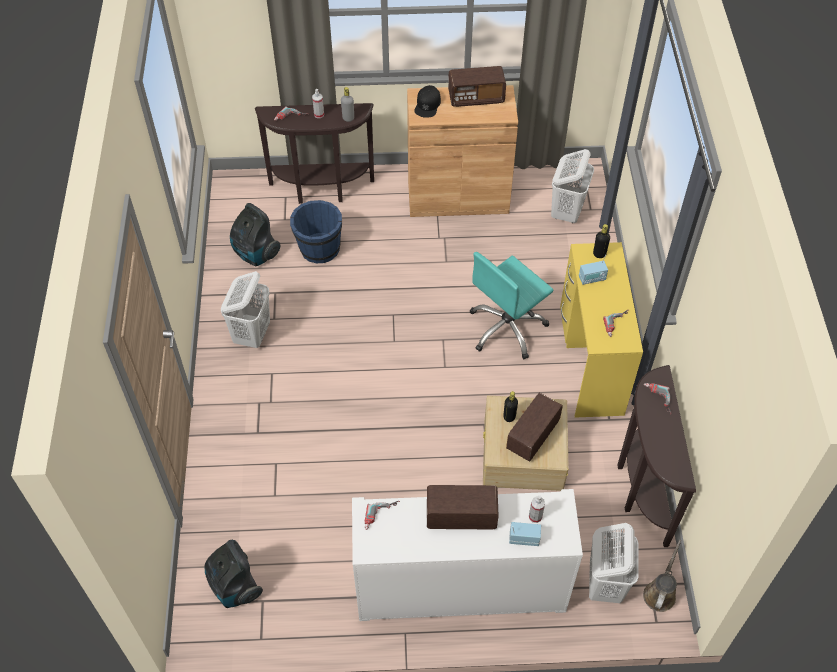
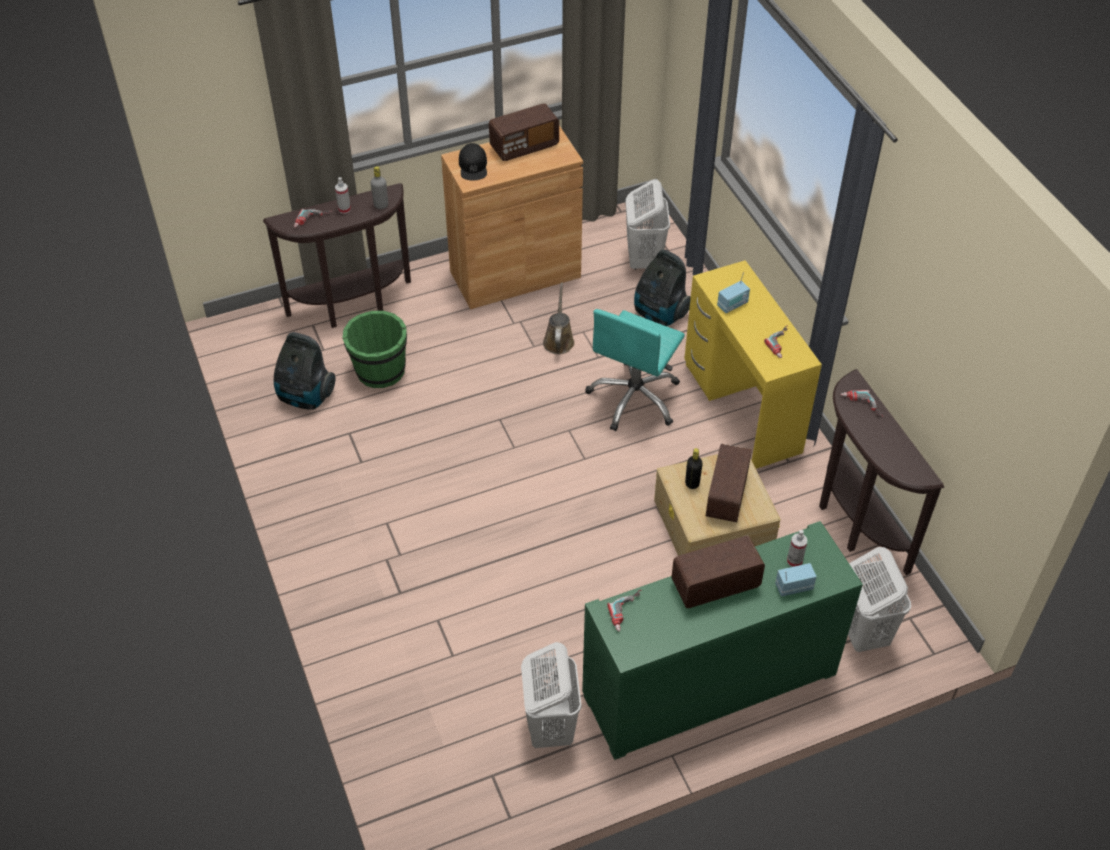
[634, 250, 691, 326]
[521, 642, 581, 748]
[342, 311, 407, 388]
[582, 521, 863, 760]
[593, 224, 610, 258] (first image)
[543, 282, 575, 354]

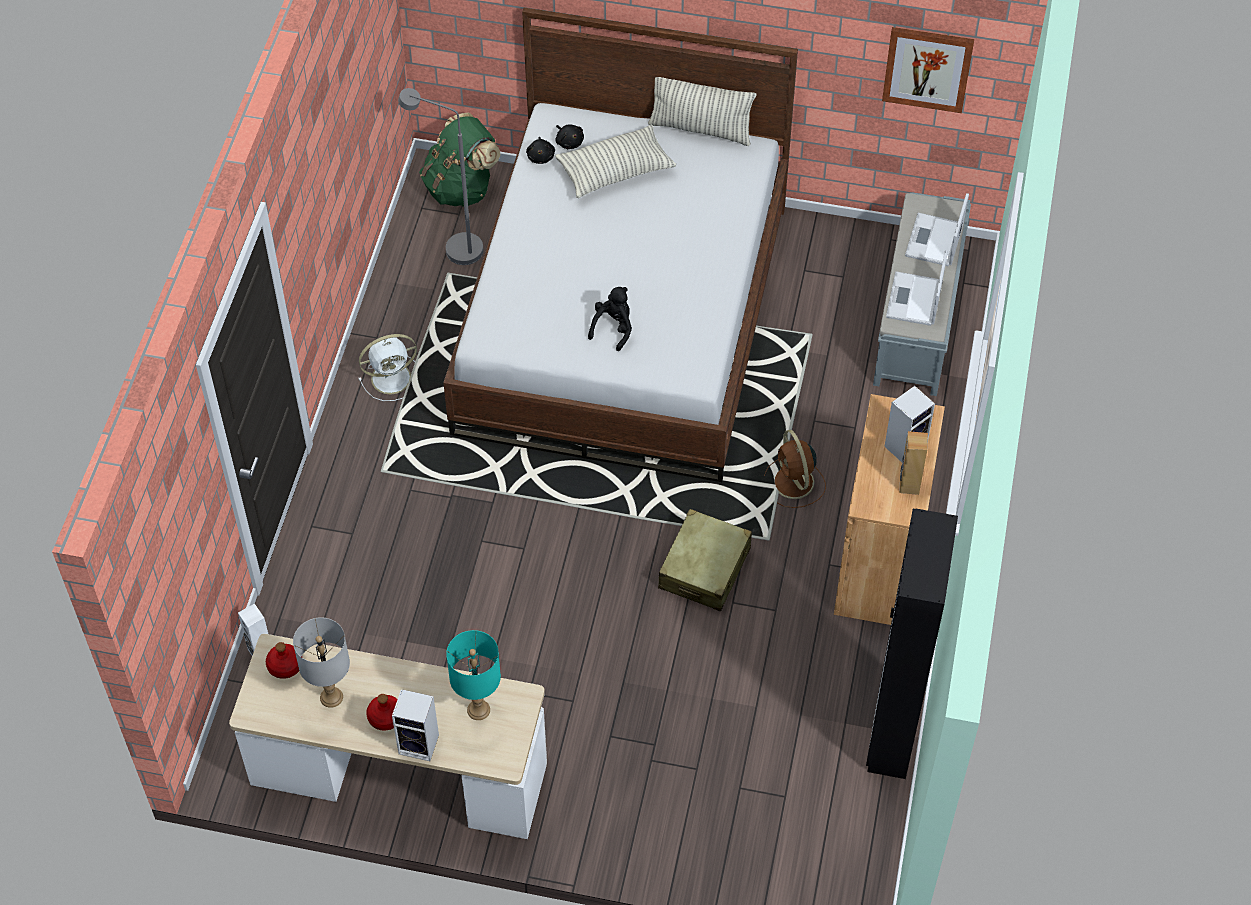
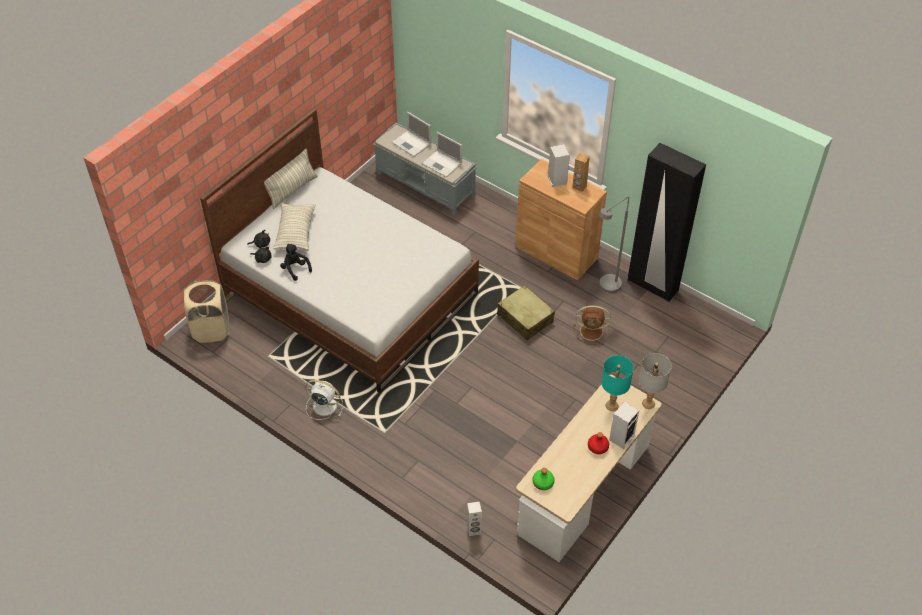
[533, 468, 555, 490]
[639, 353, 672, 409]
[305, 380, 343, 420]
[599, 197, 629, 293]
[184, 280, 229, 343]
[280, 244, 312, 281]
[574, 305, 611, 345]
[882, 27, 974, 113] (first image)

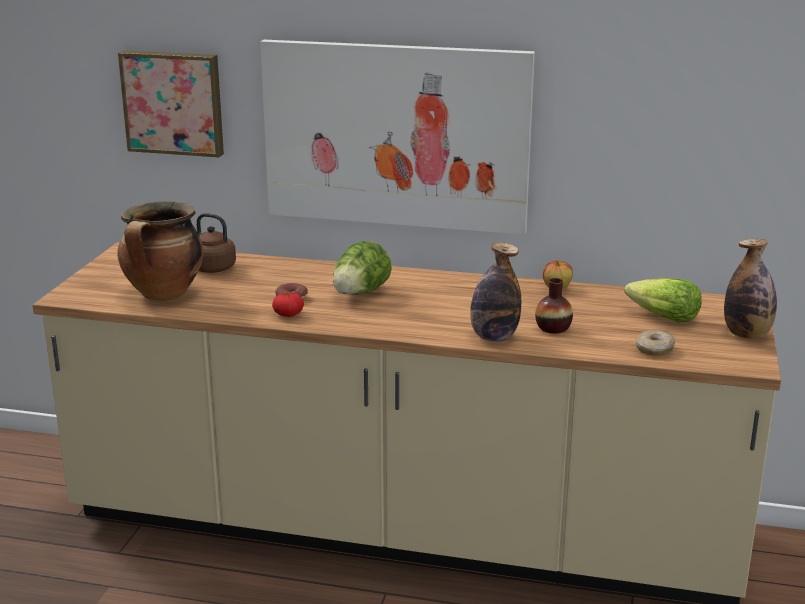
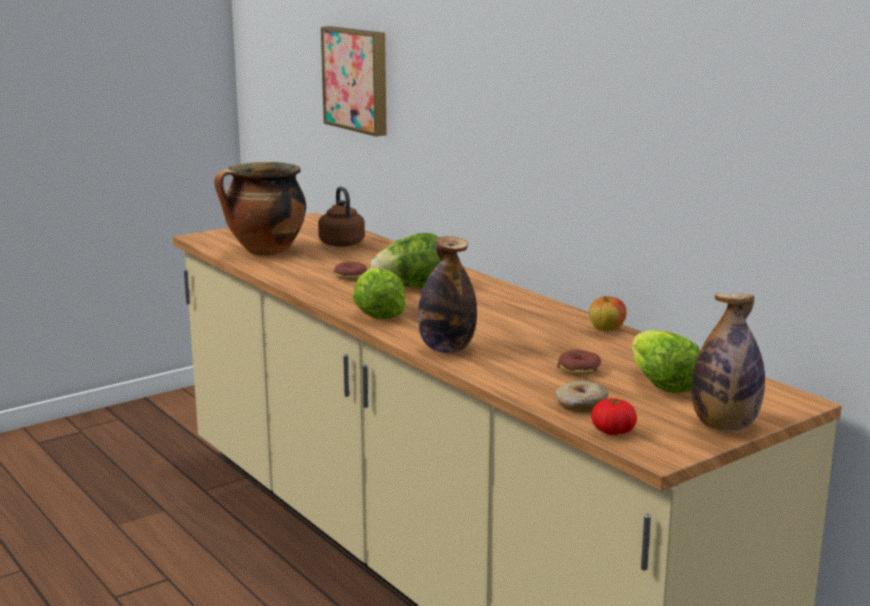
[260, 40, 535, 235] (first image)
[591, 398, 637, 435]
[535, 278, 573, 334] (first image)
[352, 268, 406, 320]
[557, 349, 601, 376]

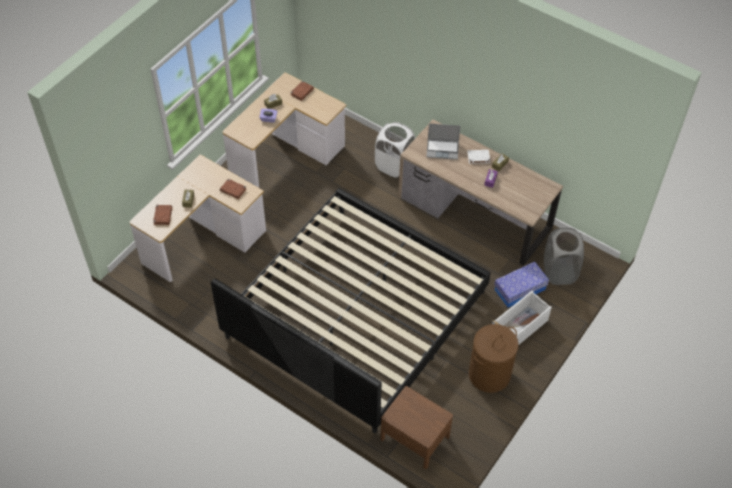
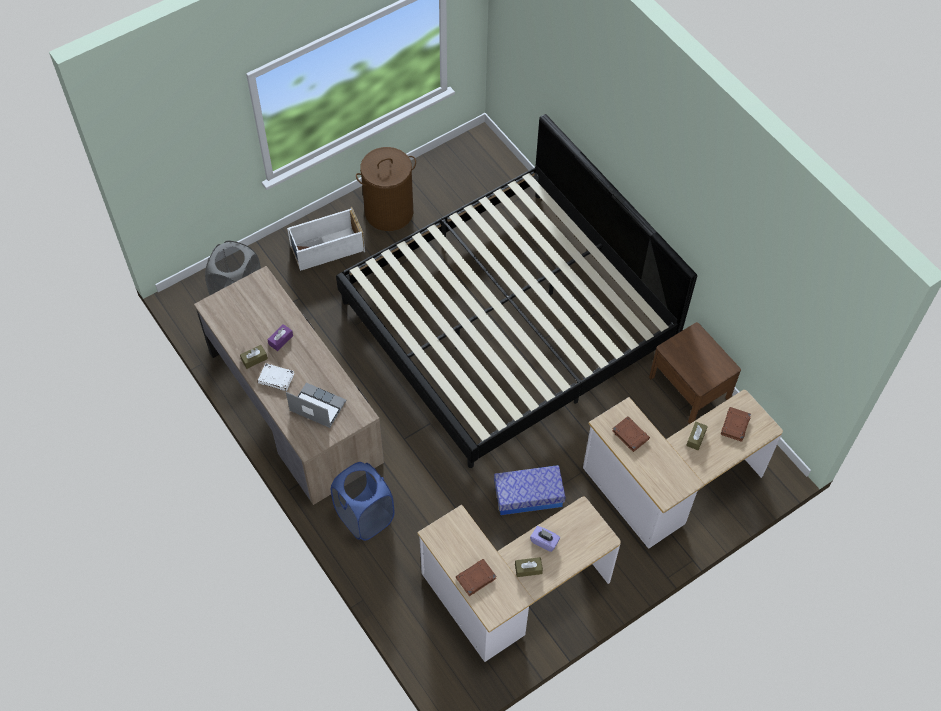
[331, 462, 395, 541]
[649, 322, 741, 424]
[494, 465, 566, 515]

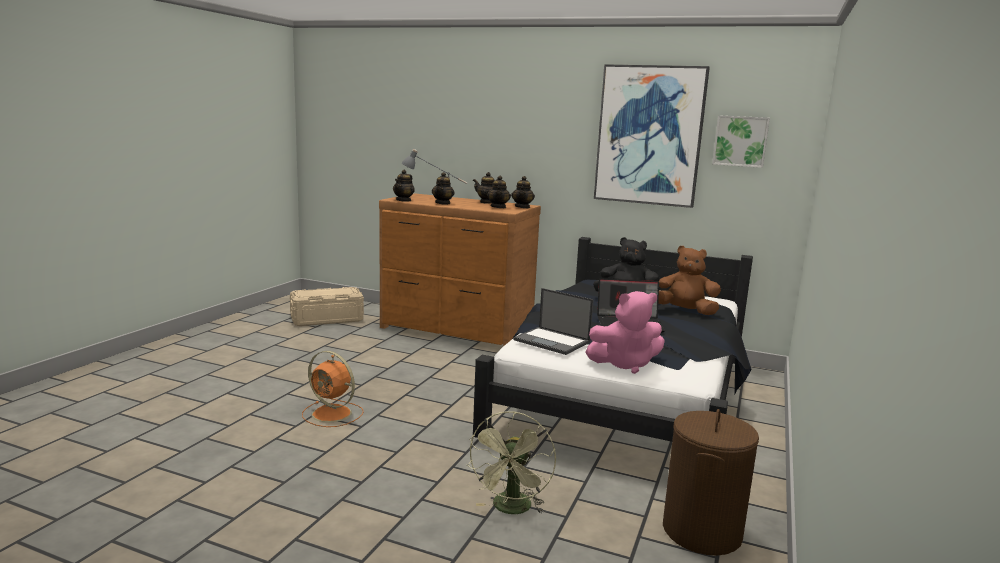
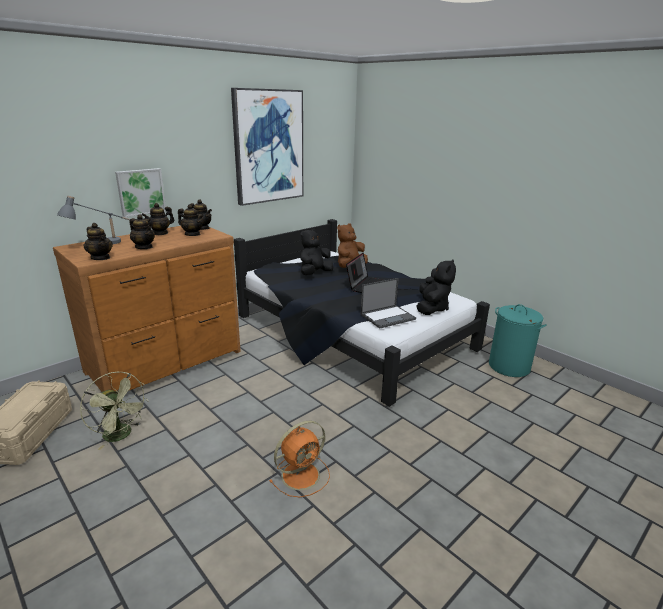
[80, 372, 148, 450]
[417, 259, 456, 315]
[489, 304, 547, 377]
[115, 168, 166, 217]

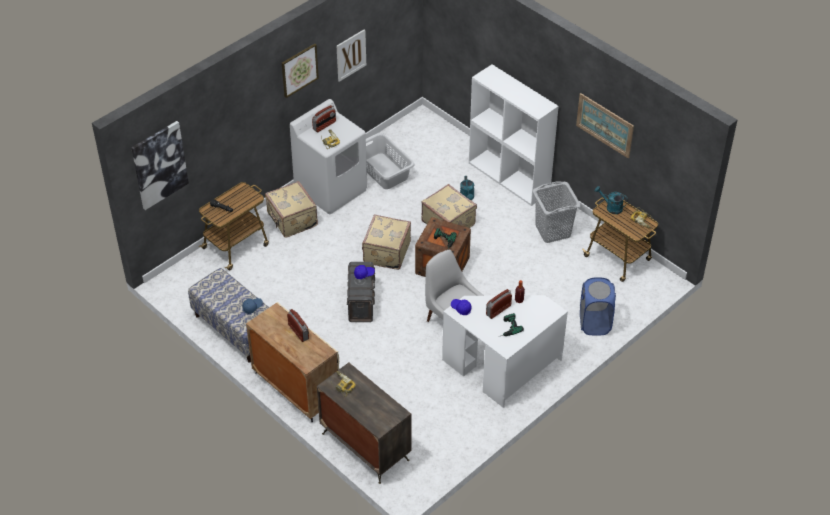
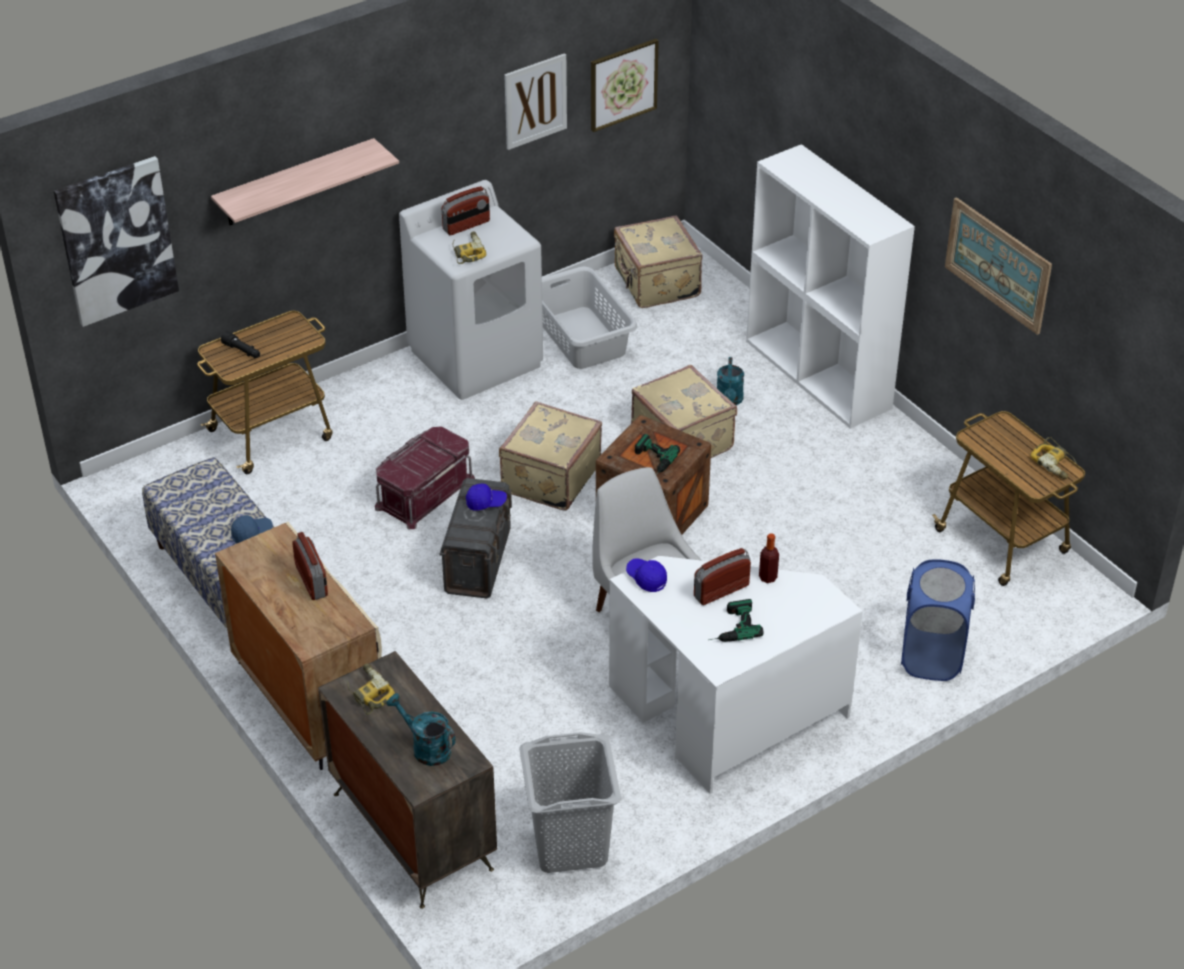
[614, 215, 702, 308]
[591, 39, 659, 132]
[519, 732, 621, 873]
[386, 693, 456, 766]
[211, 138, 399, 225]
[375, 426, 475, 529]

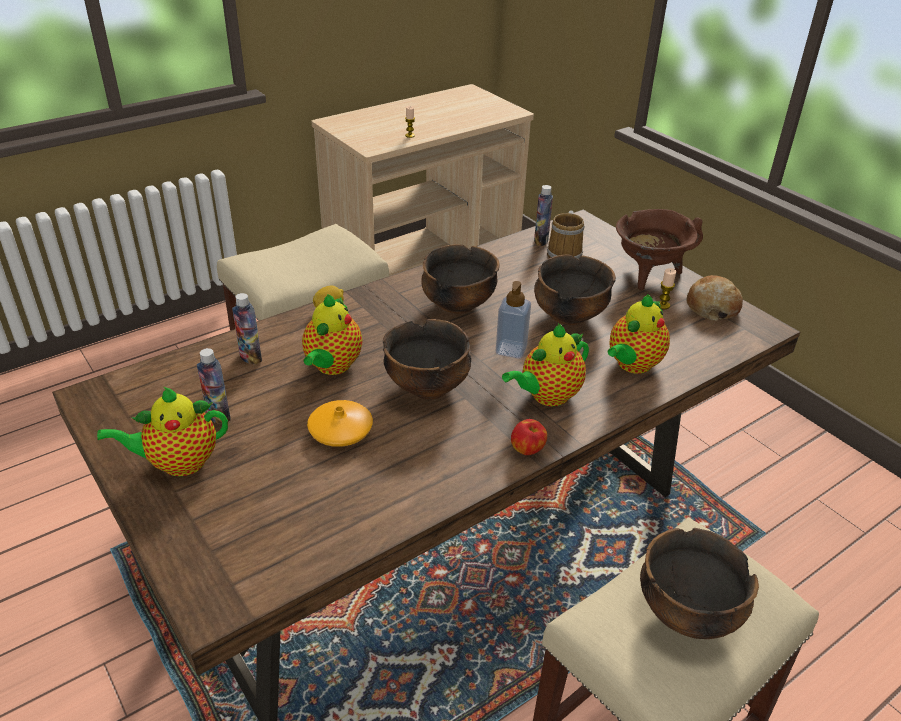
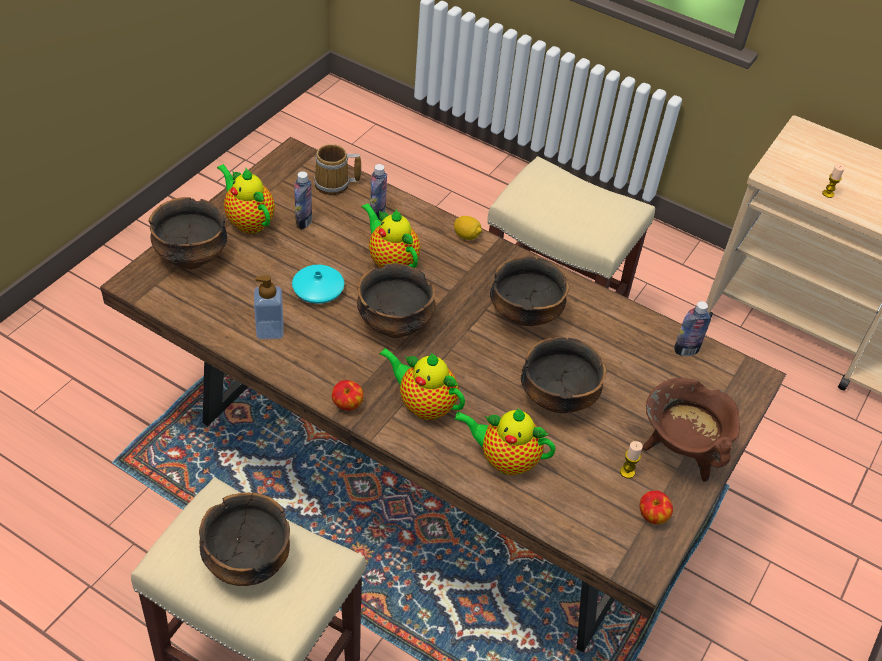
[361, 203, 420, 268]
[292, 265, 344, 304]
[254, 275, 283, 339]
[314, 144, 361, 195]
[640, 491, 673, 524]
[148, 197, 227, 269]

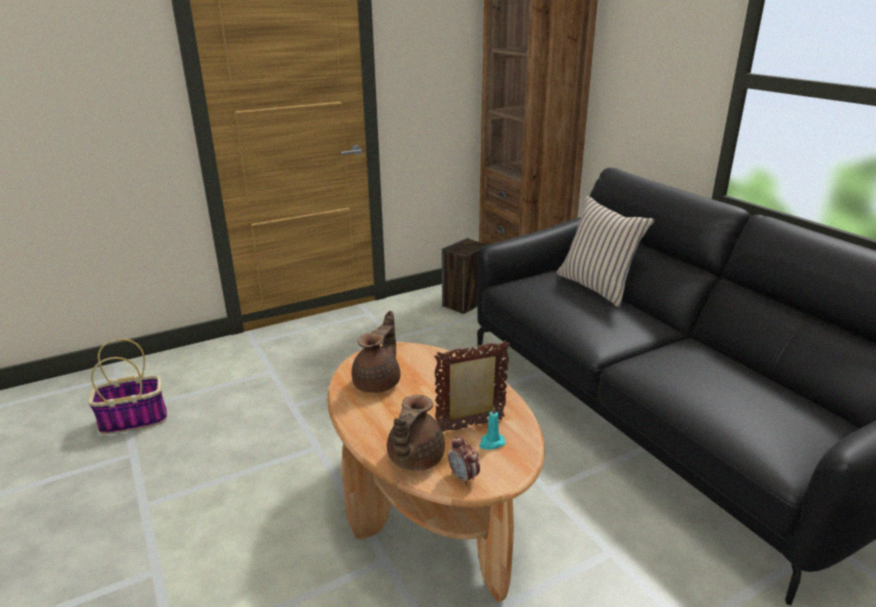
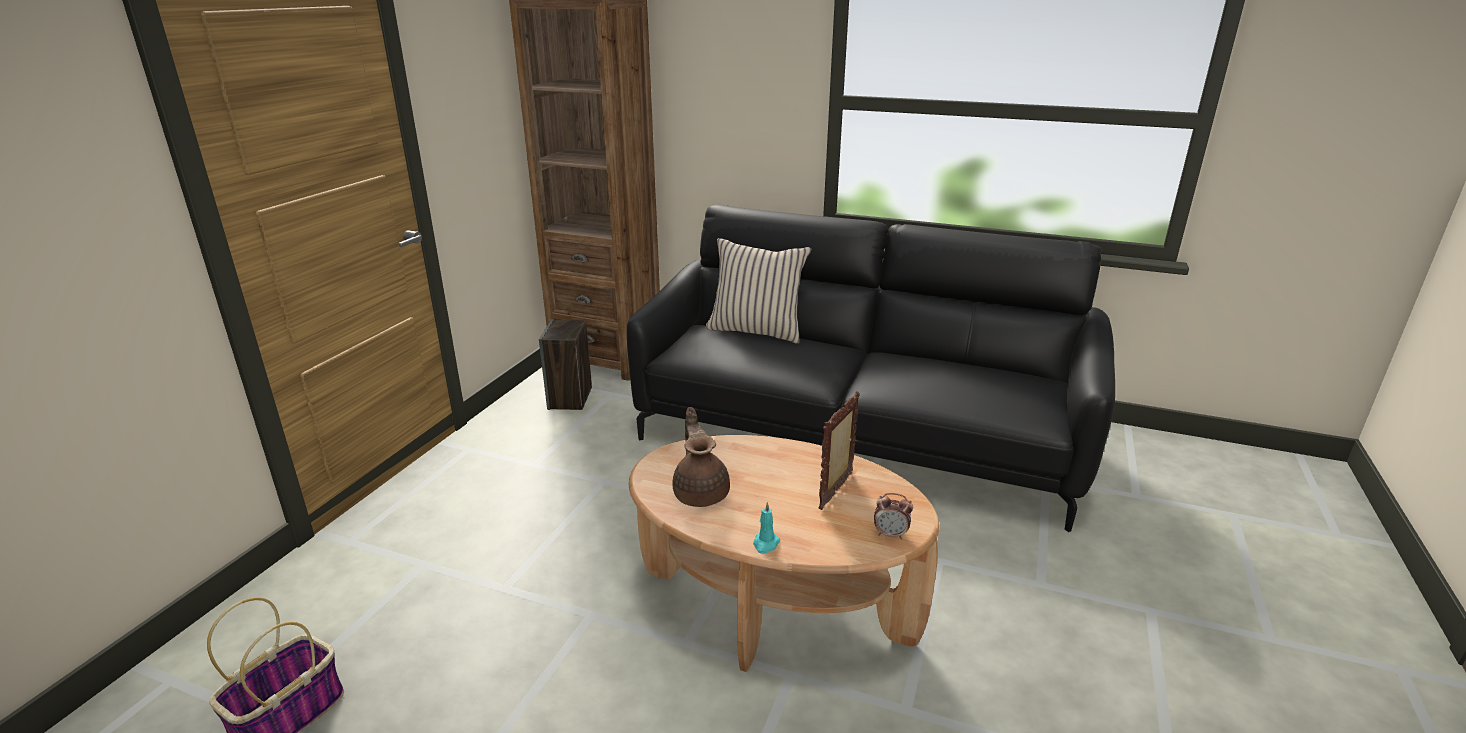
[387, 395, 445, 471] (first image)
[753, 502, 780, 554]

